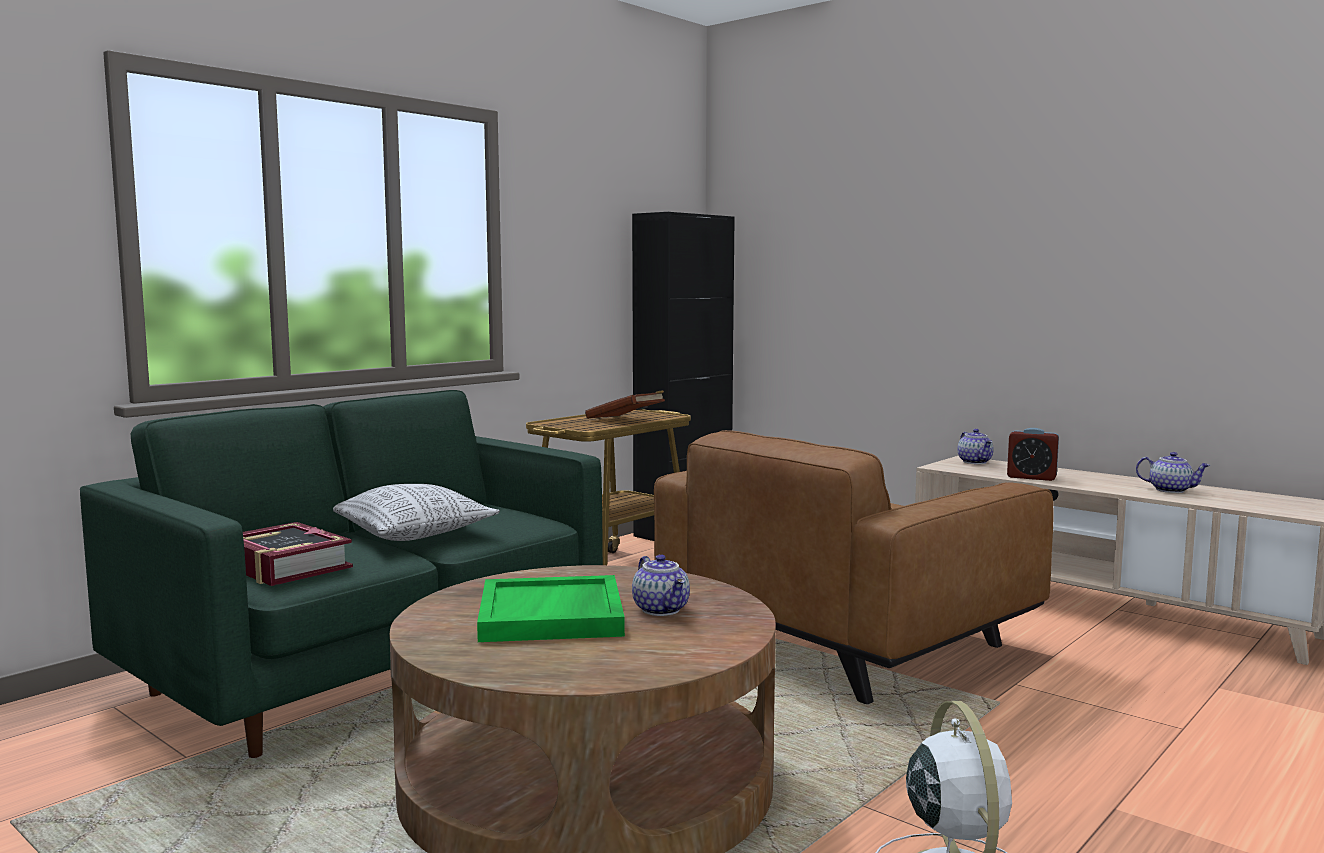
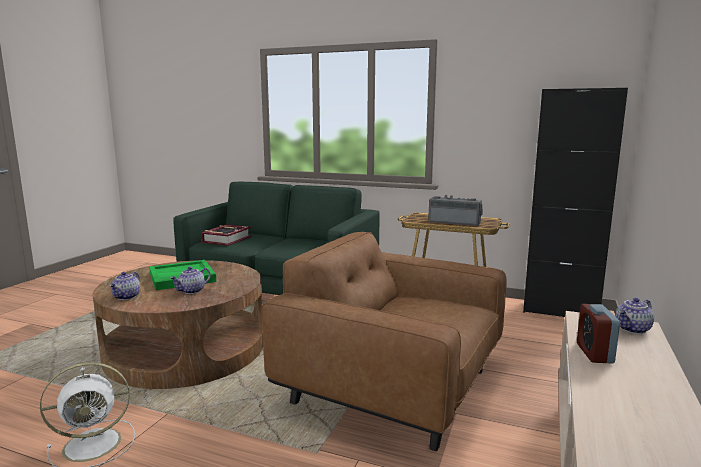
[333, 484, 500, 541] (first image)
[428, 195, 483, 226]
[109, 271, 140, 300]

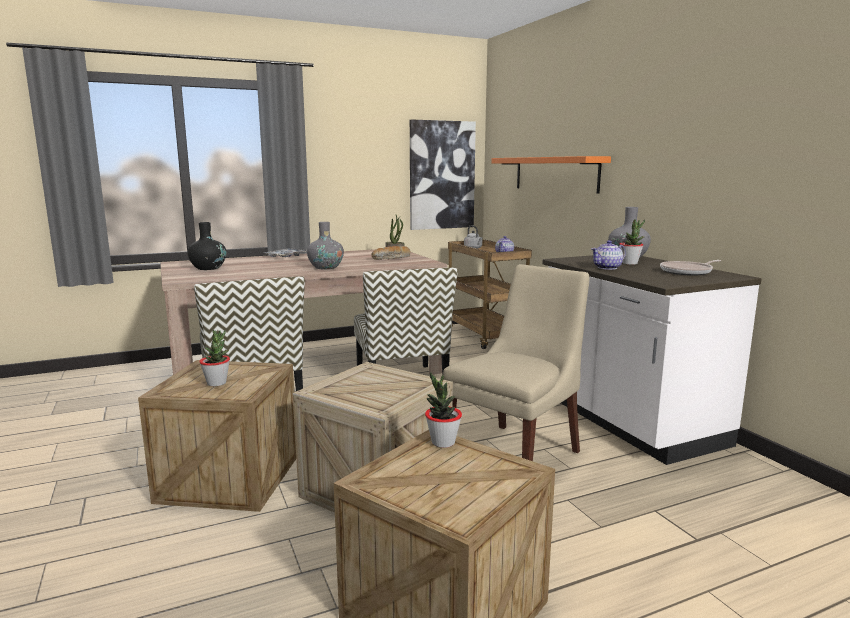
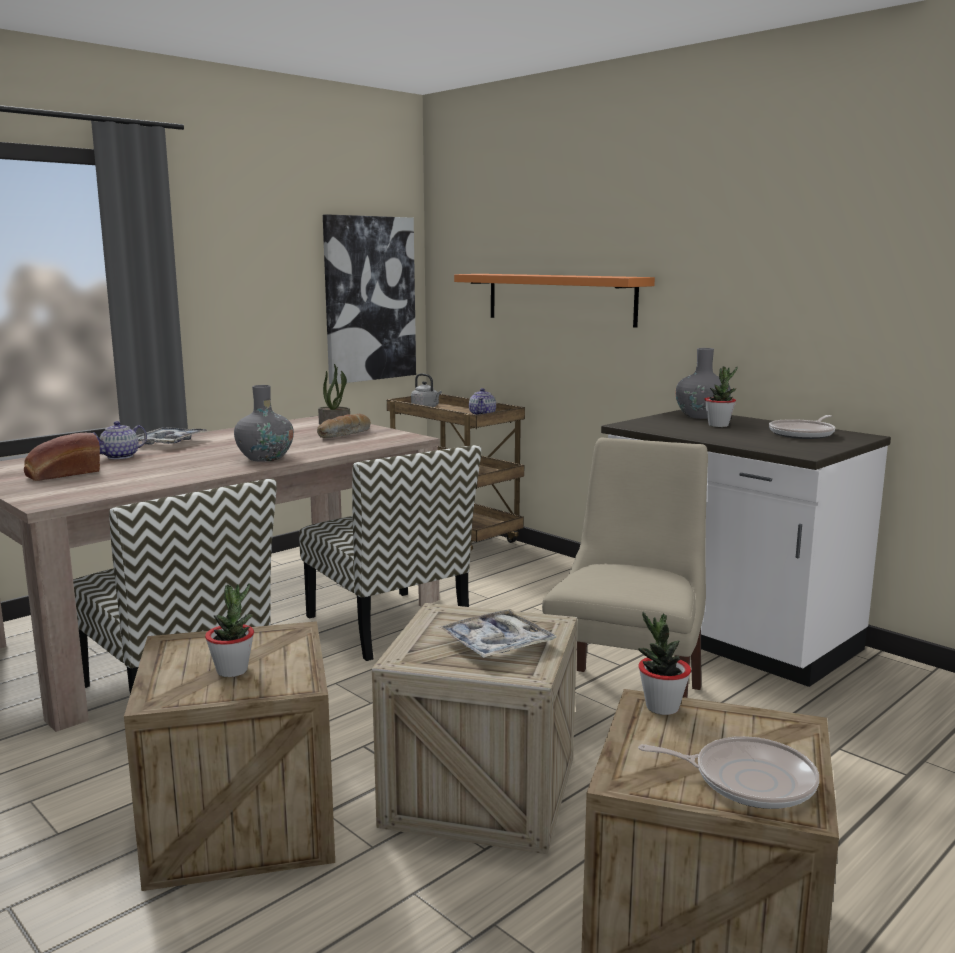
[24, 433, 100, 481]
[93, 421, 147, 459]
[438, 609, 556, 658]
[638, 736, 819, 809]

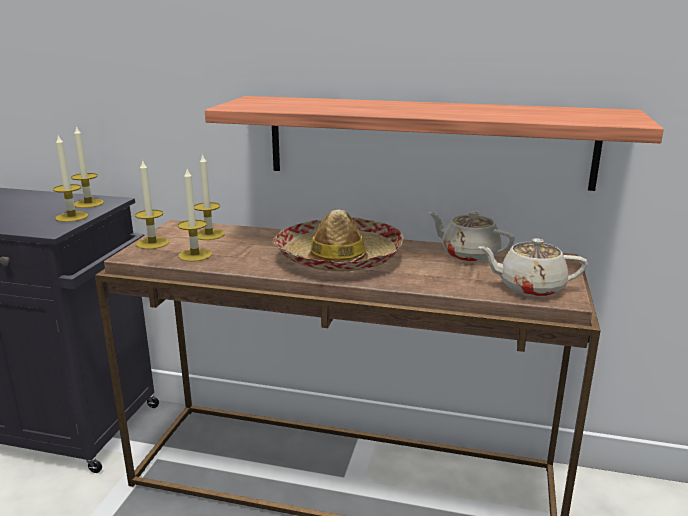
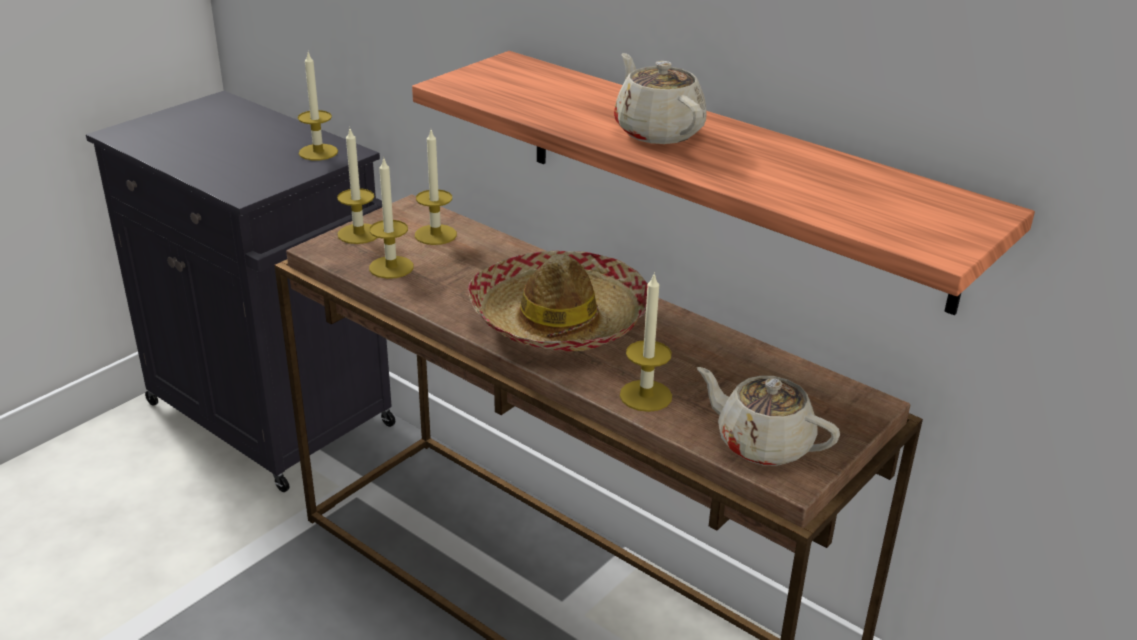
[620, 272, 672, 412]
[614, 53, 706, 144]

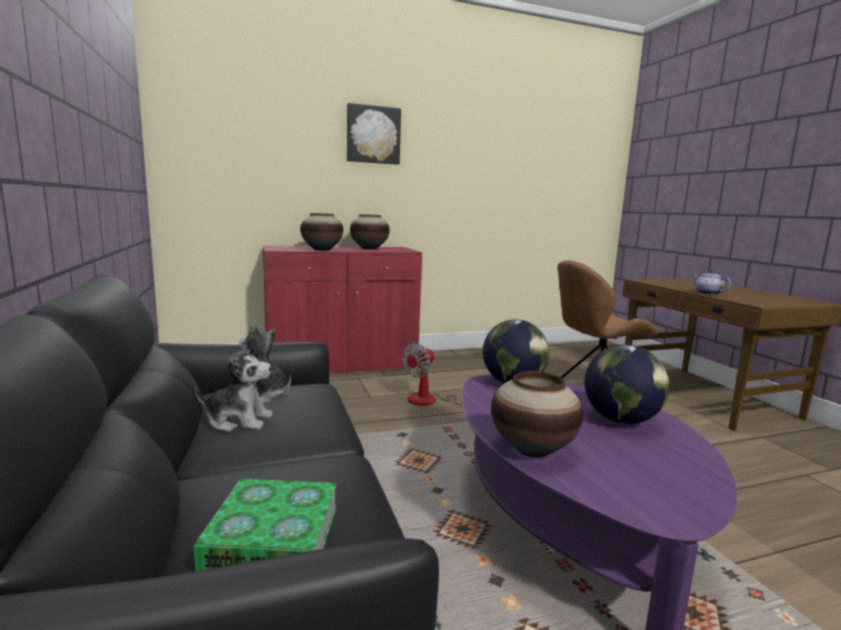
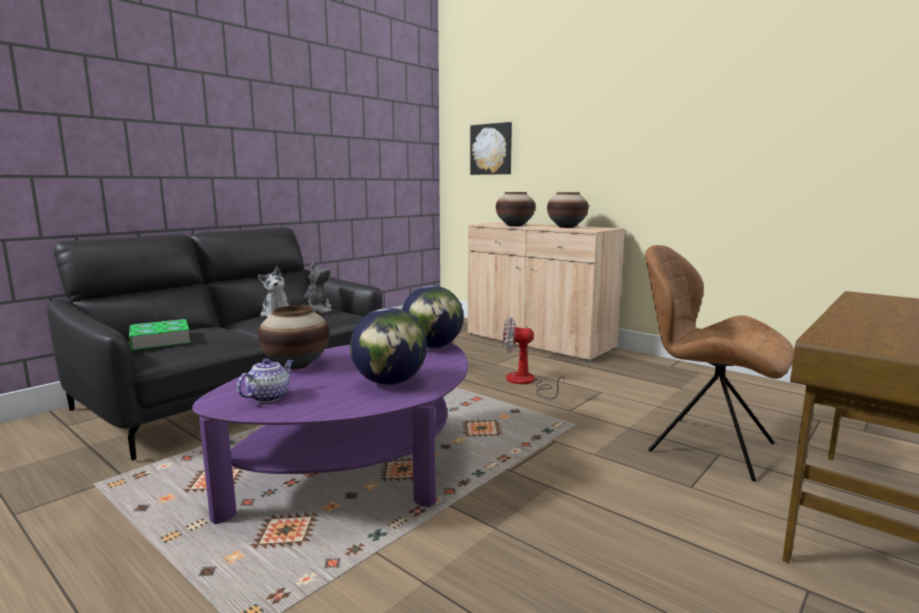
[468, 222, 625, 362]
[470, 122, 512, 175]
[237, 358, 294, 403]

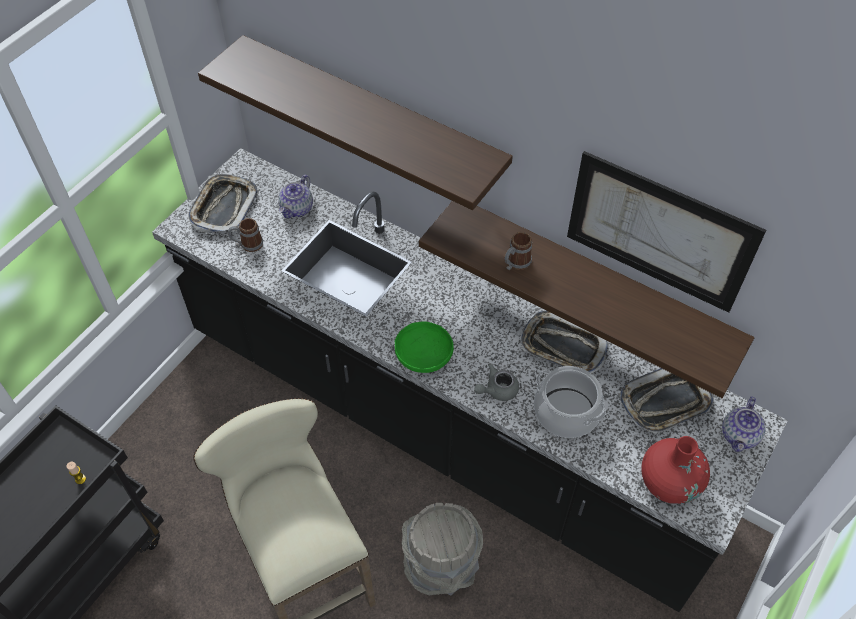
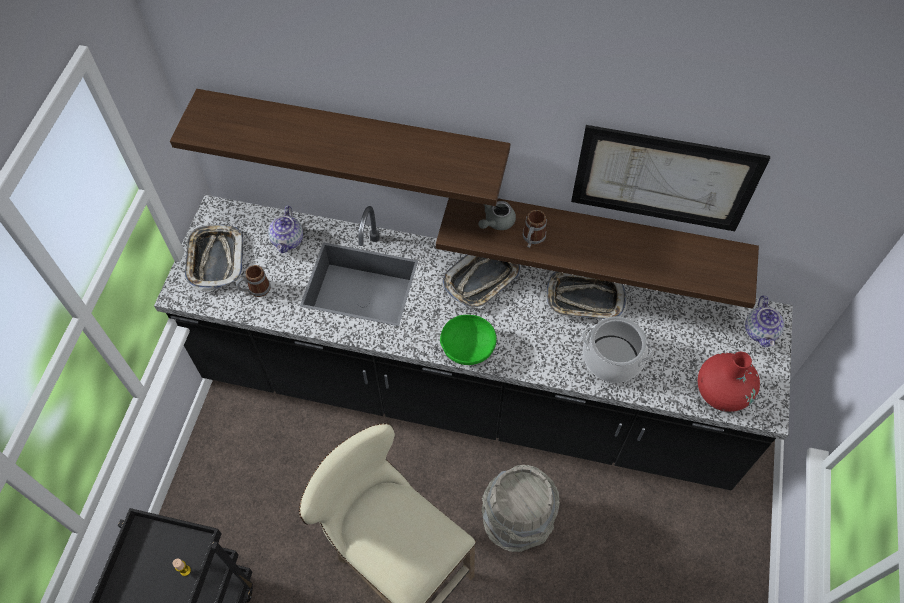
[478, 201, 516, 230]
[442, 255, 521, 309]

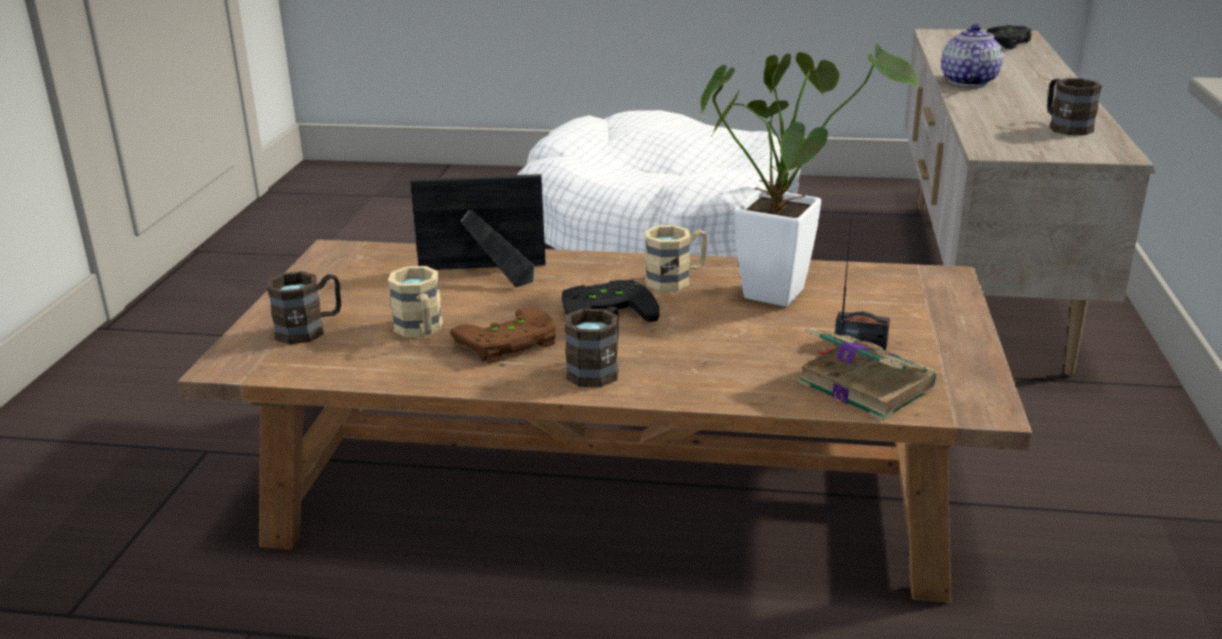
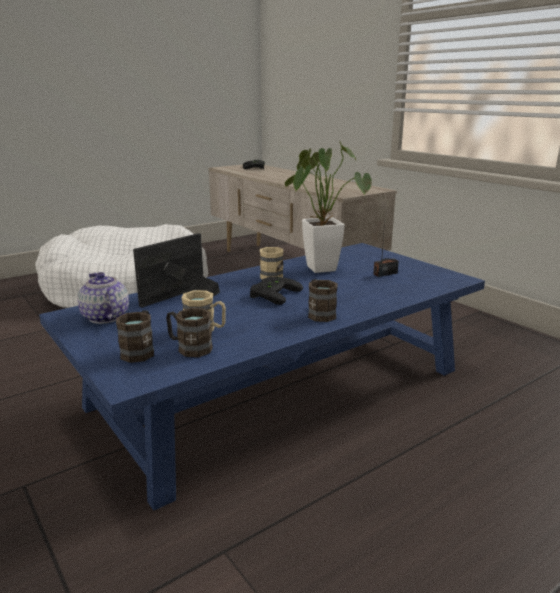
[39, 243, 485, 510]
[450, 308, 556, 364] (first image)
[798, 328, 936, 421] (first image)
[78, 272, 129, 324]
[166, 308, 213, 357]

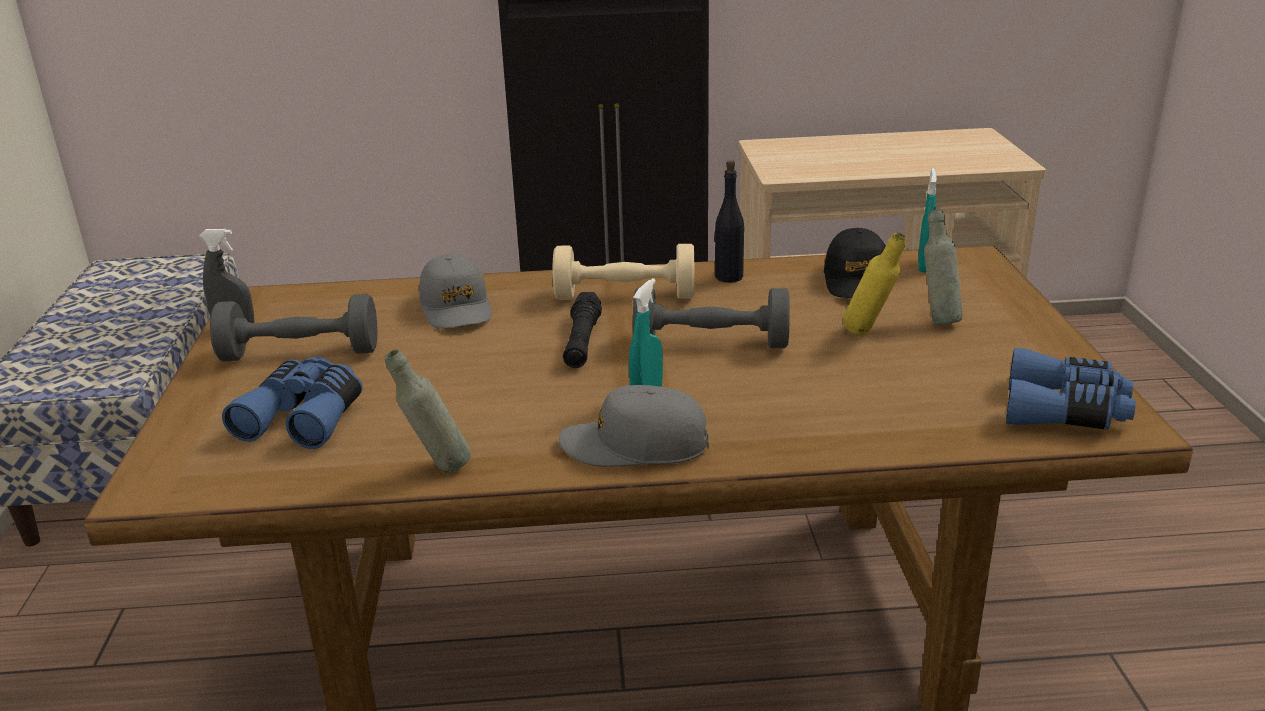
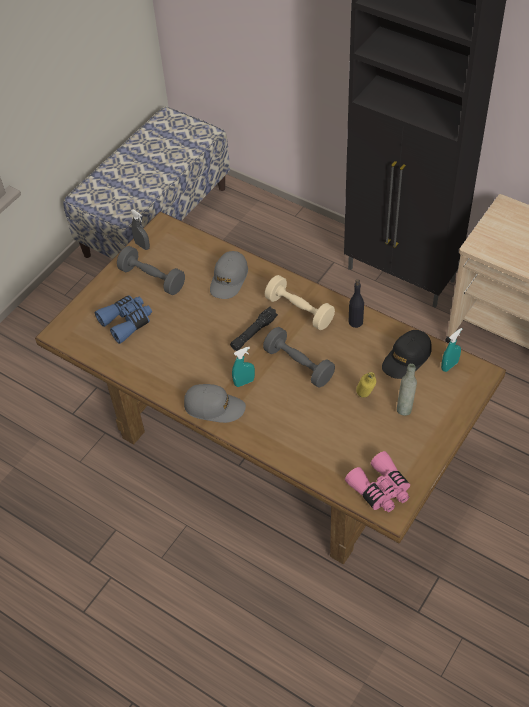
[385, 350, 471, 473] (first image)
[184, 384, 246, 423]
[345, 451, 410, 512]

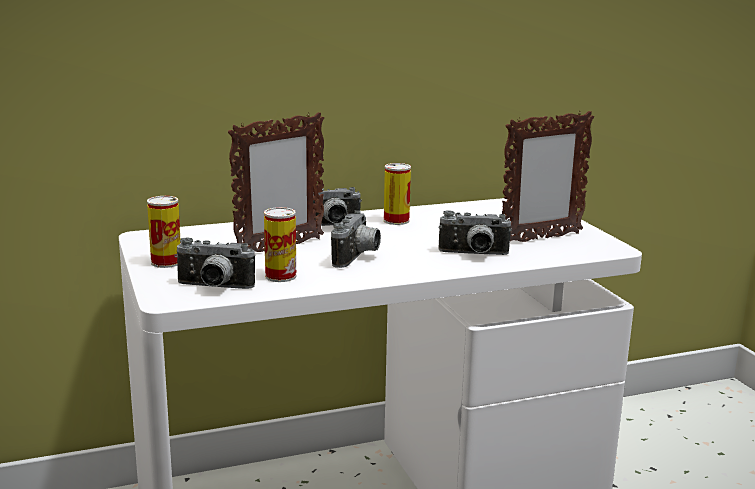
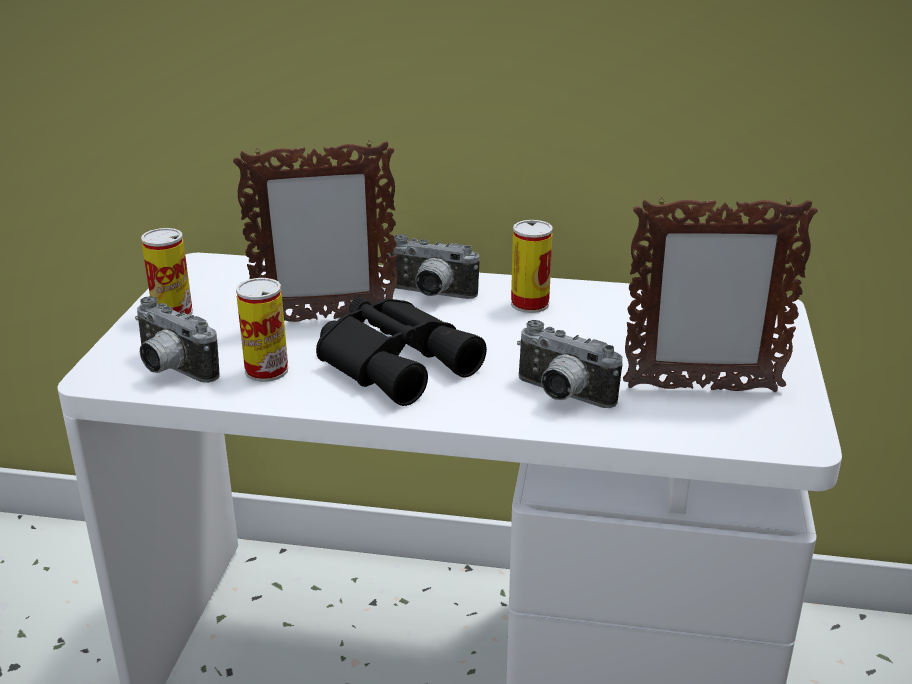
[316, 297, 487, 406]

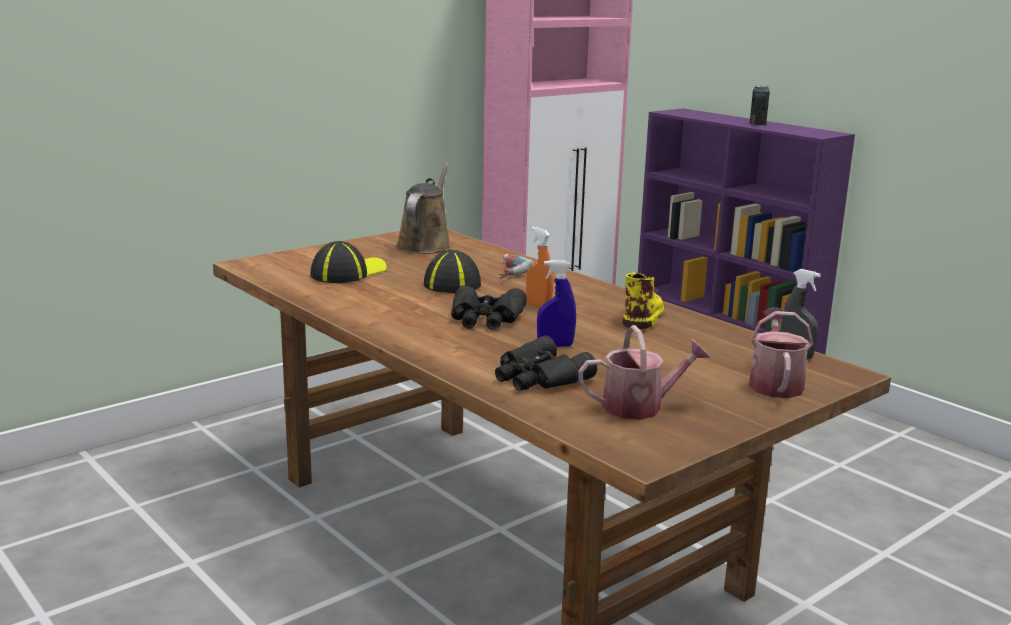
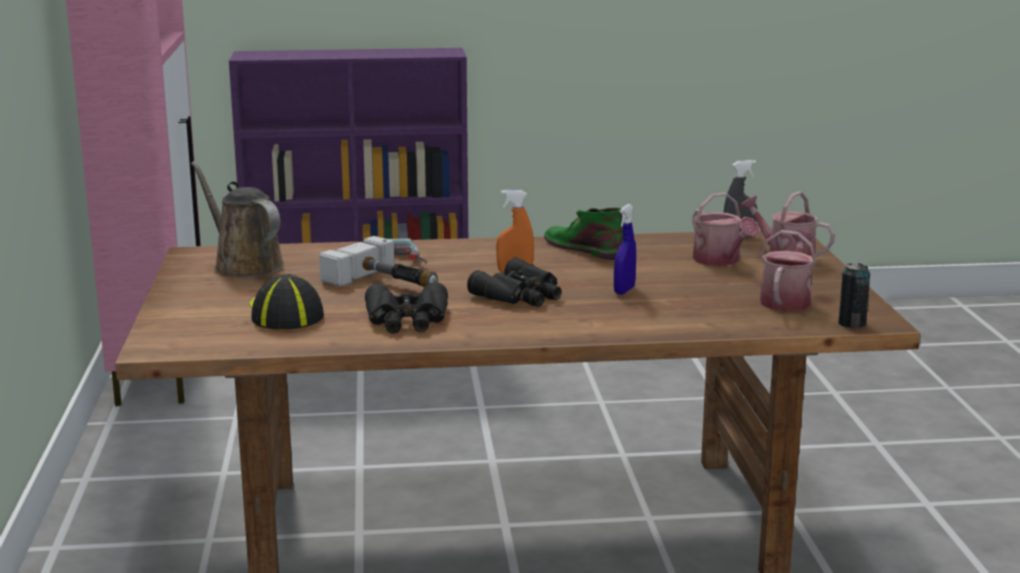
[319, 236, 438, 287]
[365, 282, 448, 334]
[544, 207, 623, 260]
[839, 263, 870, 328]
[693, 193, 759, 266]

